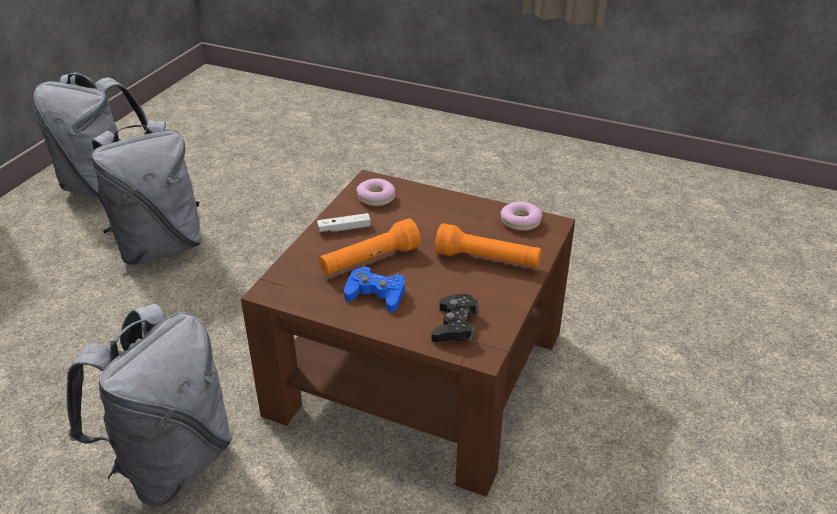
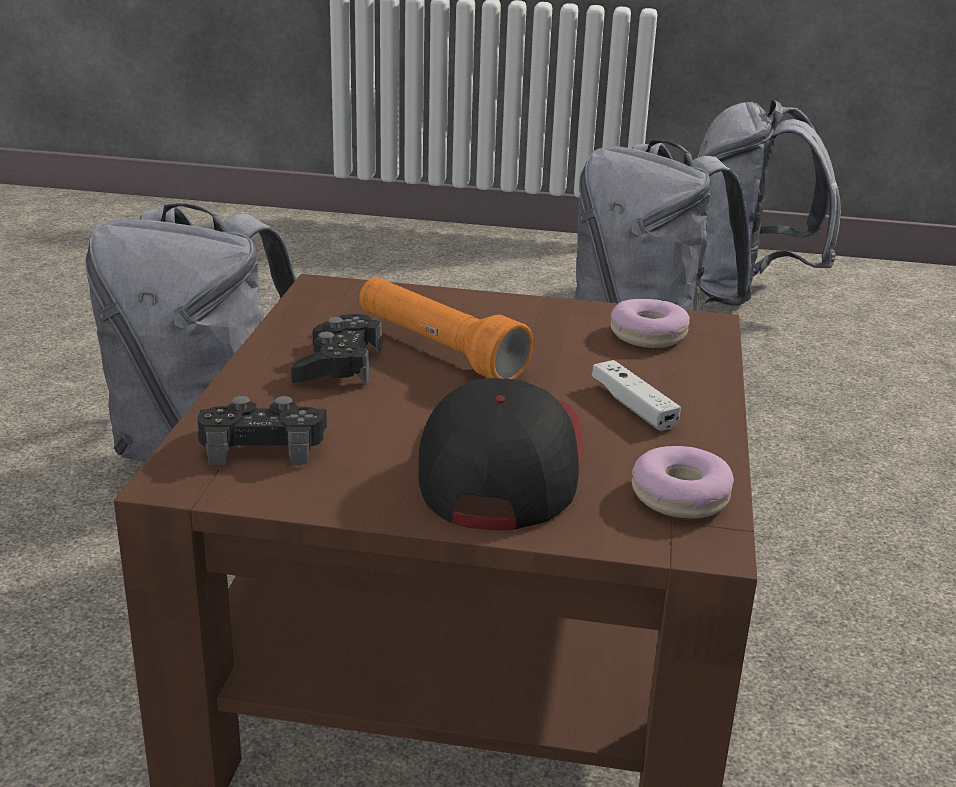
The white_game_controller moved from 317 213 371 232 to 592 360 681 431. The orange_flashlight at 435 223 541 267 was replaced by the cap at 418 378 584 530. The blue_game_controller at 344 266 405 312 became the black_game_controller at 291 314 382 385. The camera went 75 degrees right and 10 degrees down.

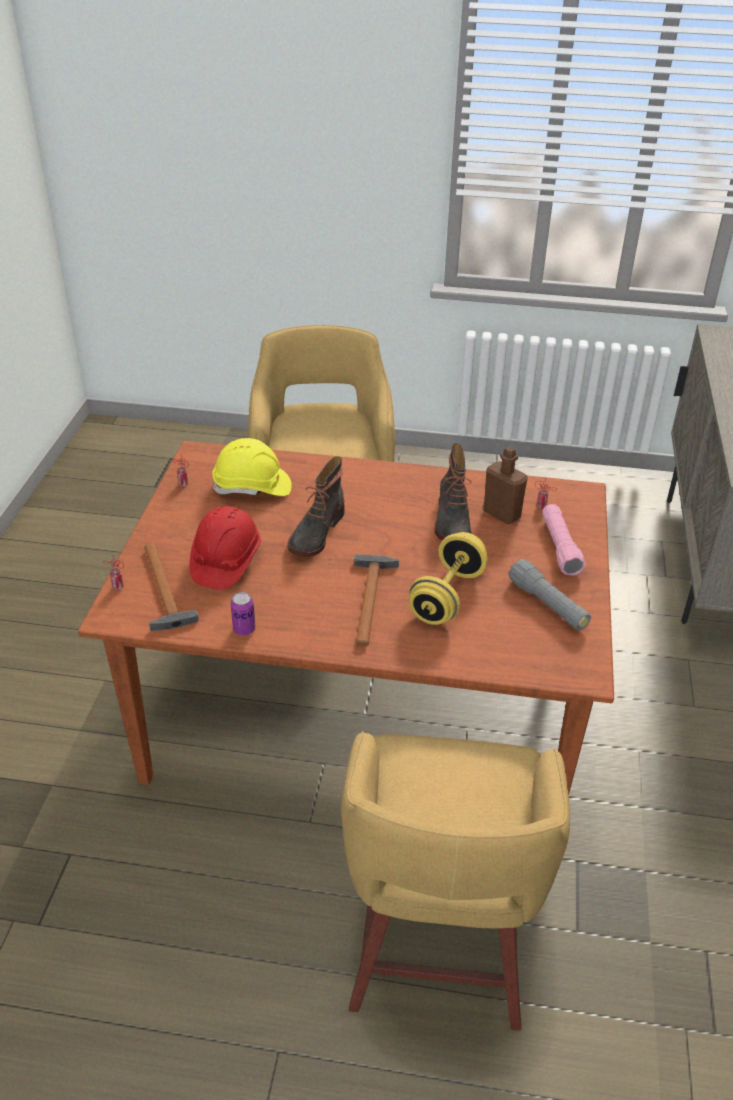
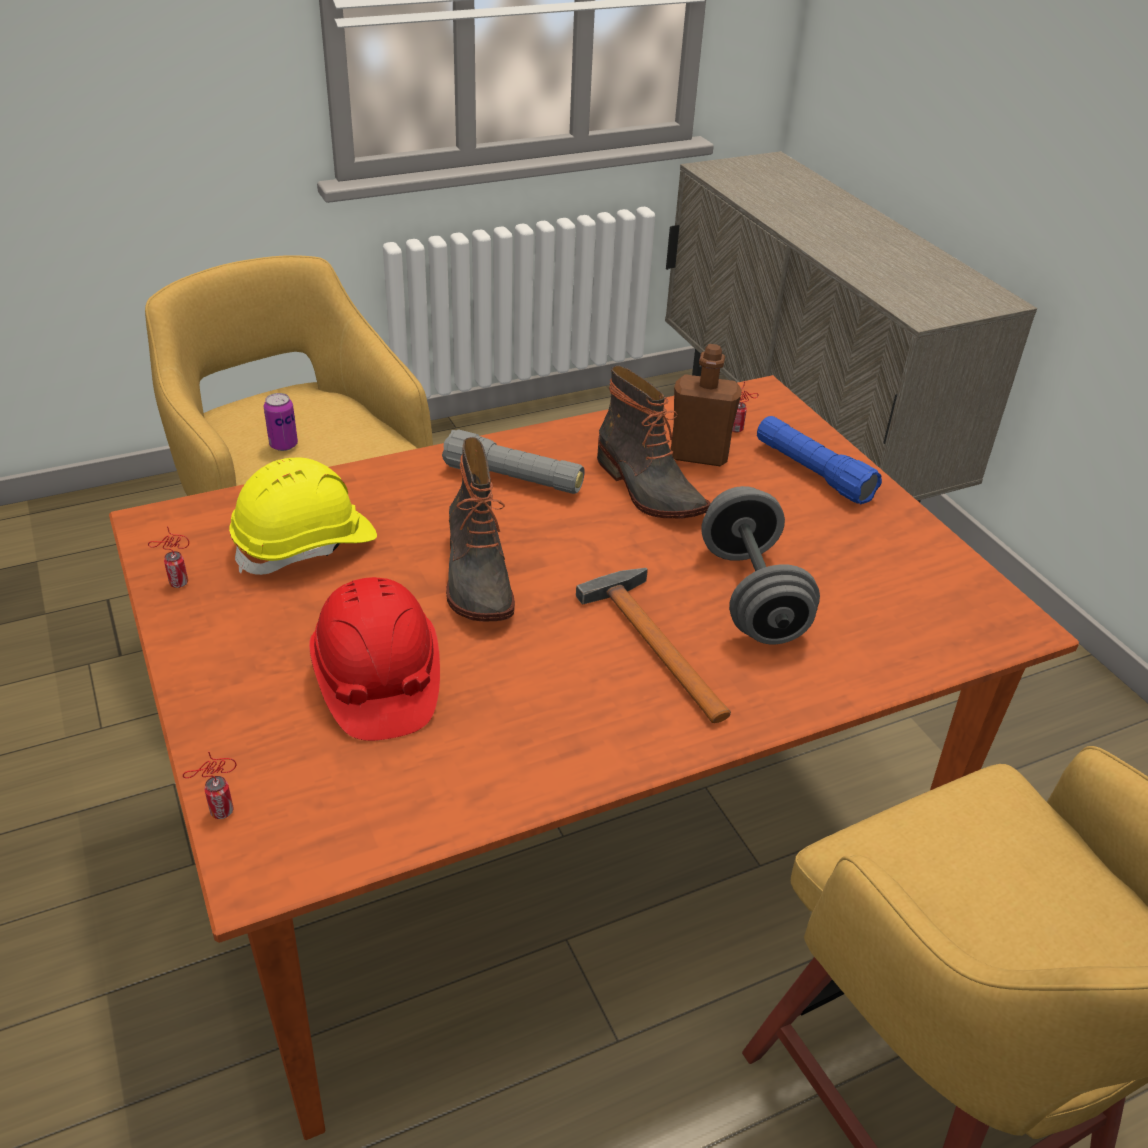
The pink_flashlight at 542 504 585 576 became the blue_flashlight at 757 416 882 504. The yellow_dumbbell at 409 532 488 625 became the grey_dumbbell at 701 486 820 644. The hammer at 144 543 199 631 disappeared. The grey_flashlight moved from 508 559 591 630 to 442 429 585 494. The can moved from 231 592 255 636 to 264 393 298 451. The camera went 35 degrees left and 0 degrees up.

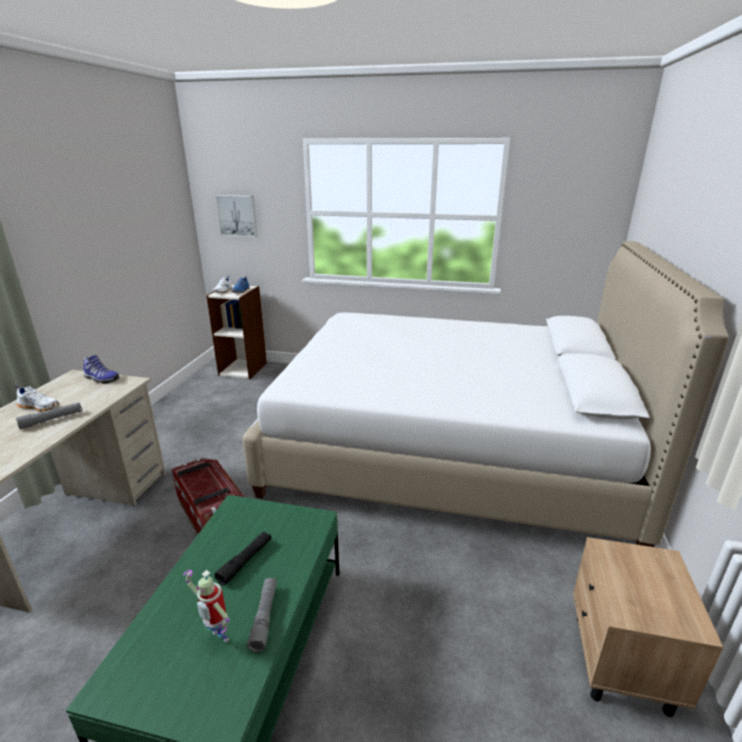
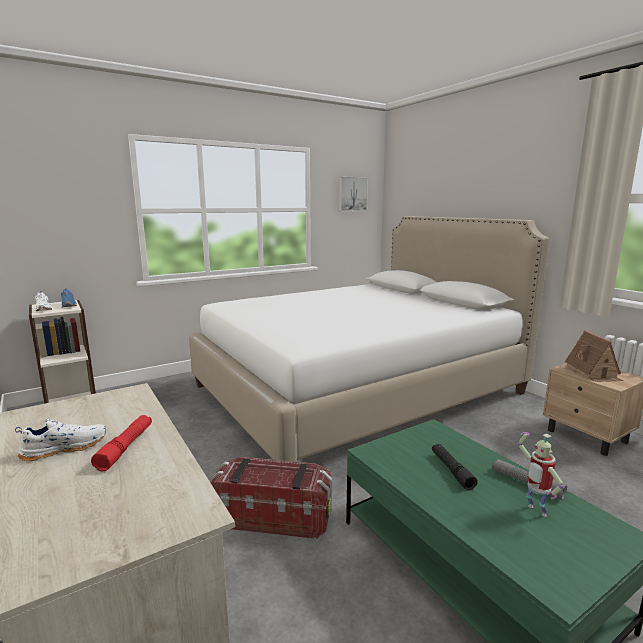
The picture moved from 215 195 257 237 to 338 177 368 211. The shoe at 83 355 120 384 disappeared. The grey_flashlight at 16 403 82 430 became the red_flashlight at 91 415 152 471. The toy_robot at 183 570 230 642 turned 75 degrees clockwise. The toy_house at 565 330 623 382 appeared. The camera went 45 degrees left and 10 degrees down.

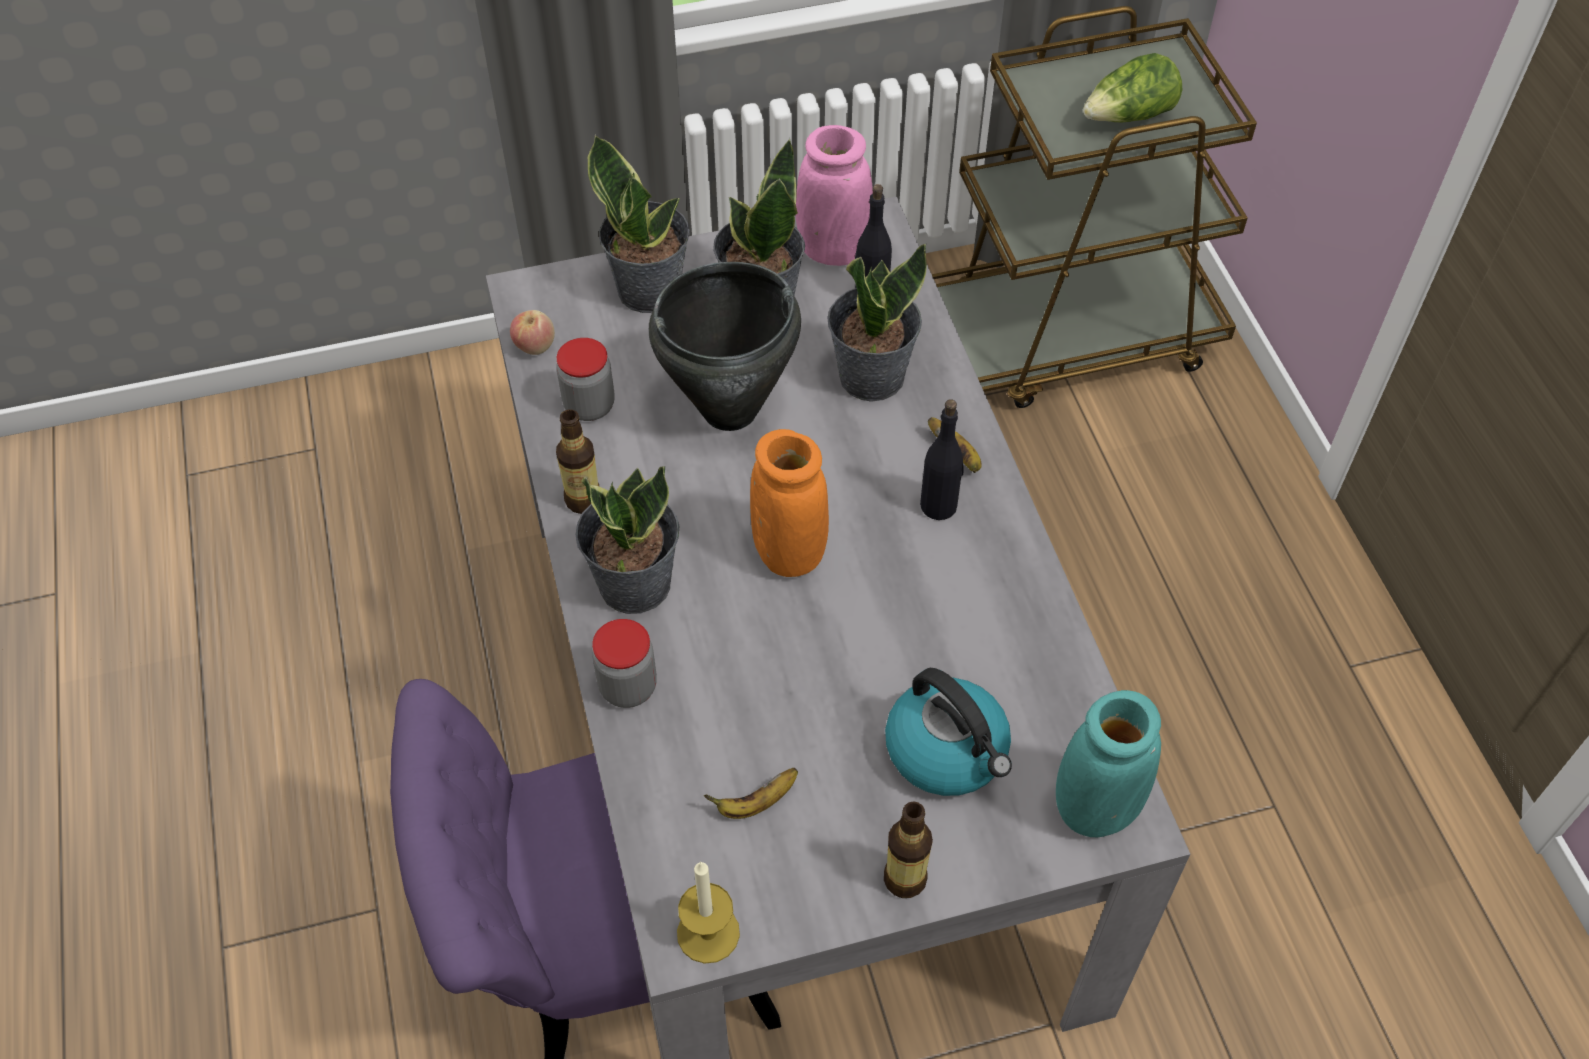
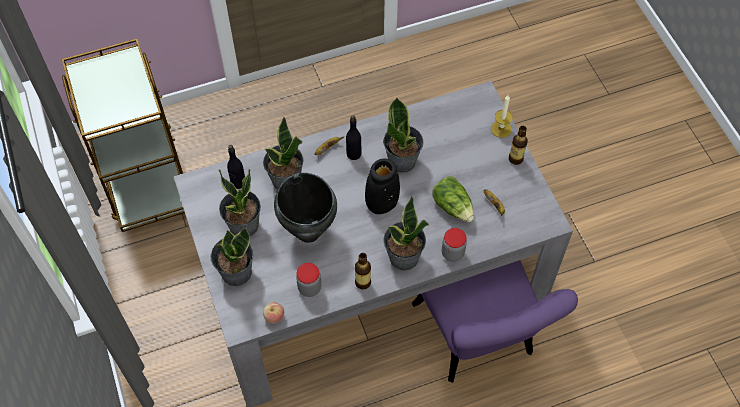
The lettuce moved from 1083 53 1182 122 to 432 176 474 222. The pink_vase at 796 125 873 266 disappeared. The orange_vase at 750 429 829 577 became the black_vase at 365 159 400 214. The kettle at 885 668 1012 796 disappeared. The turquoise_vase at 1056 690 1161 837 disappeared. The candle moved from 677 861 740 964 to 491 95 513 138. The potted_plant at 383 98 424 172 appeared. The camera went 95 degrees left and 5 degrees up.

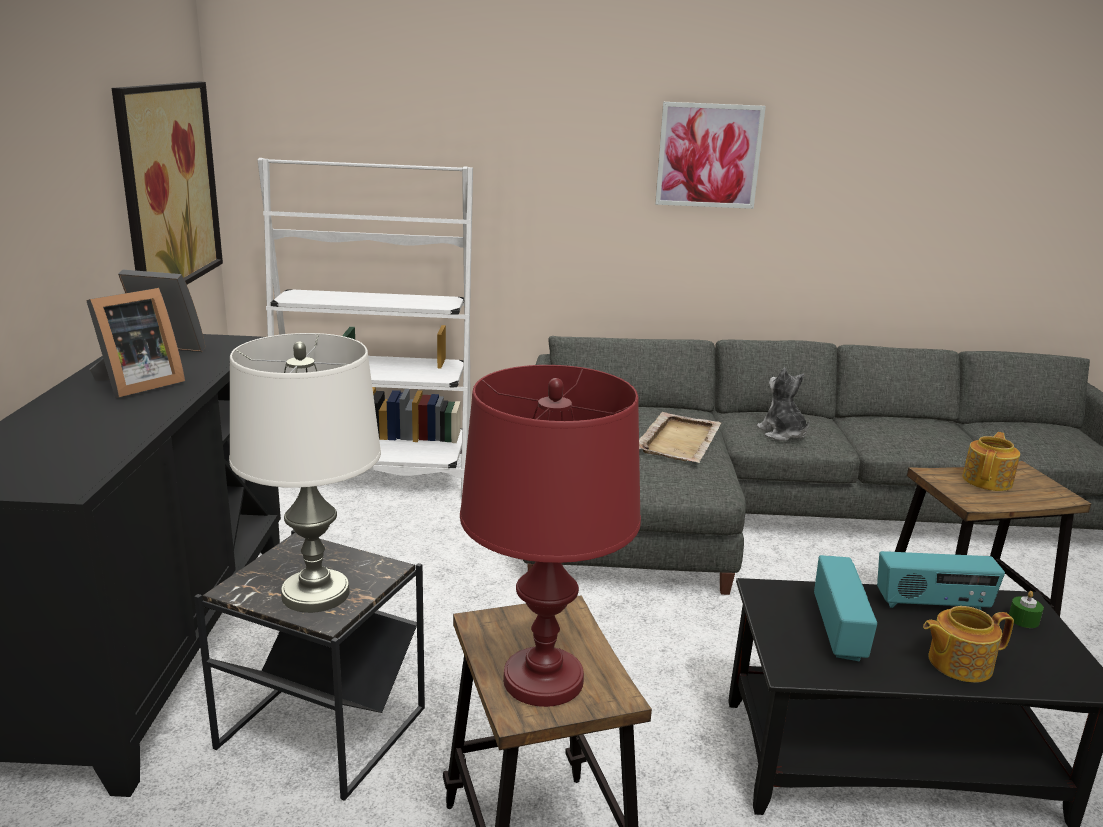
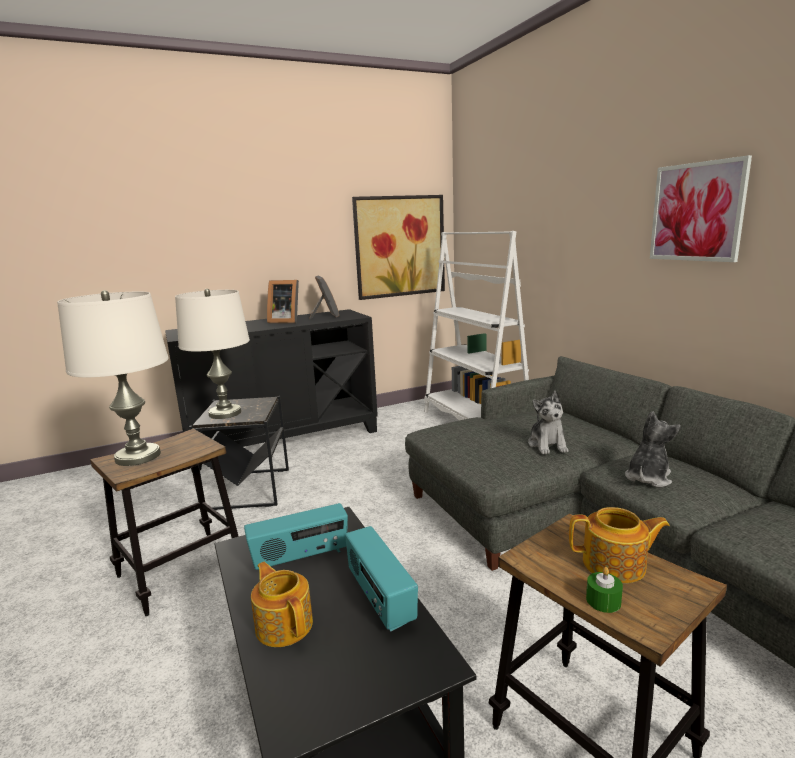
The red_table_lamp at 460 365 641 707 became the white_table_lamp at 57 290 169 466. The beige_tray at 639 412 721 463 was replaced by the plush_toy at 528 391 569 454. The green_candle moved from 1009 591 1044 628 to 586 567 623 613. The camera went 65 degrees right and 5 degrees down.

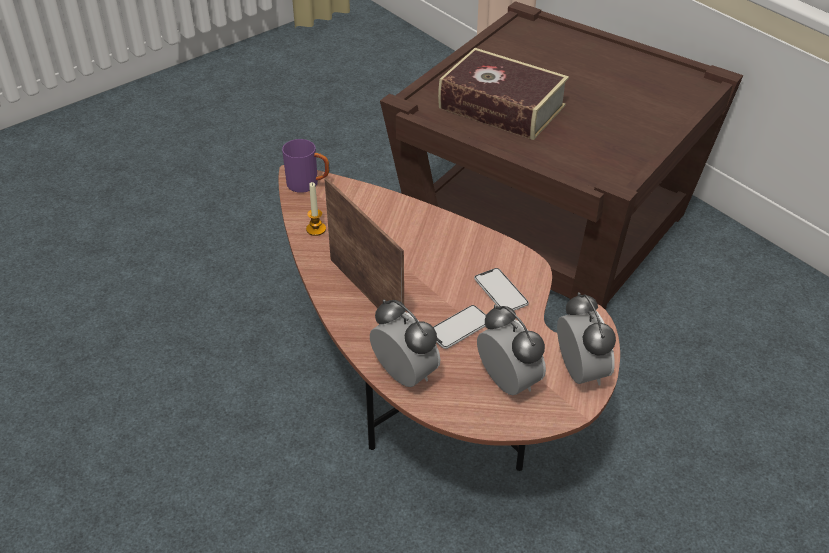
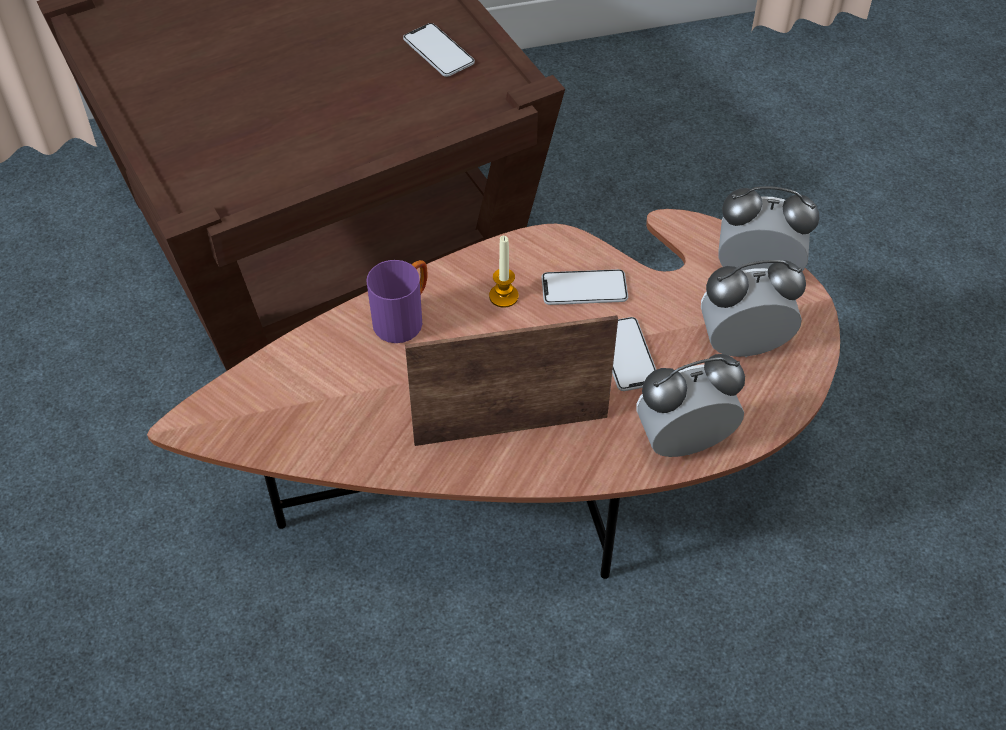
The book at 438 48 569 140 disappeared. The purple_mug moved from 282 139 330 193 to 367 260 428 343. The candle moved from 306 182 326 236 to 489 236 519 308. The phone at 403 23 475 77 appeared. The camera went 65 degrees left and 10 degrees up.

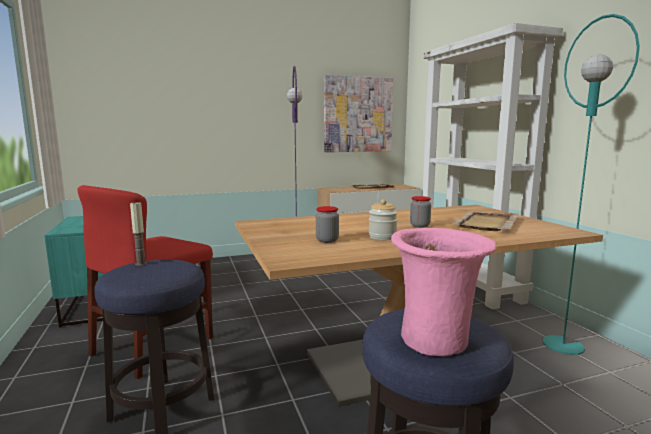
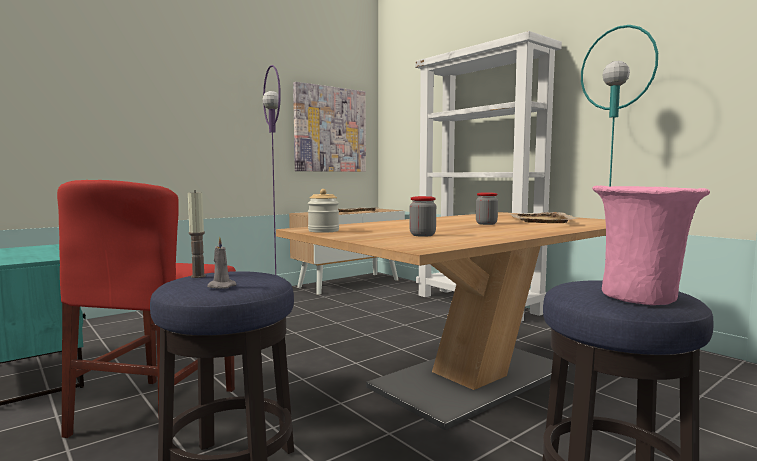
The jar moved from 368 199 398 240 to 308 189 339 233. The grey_candle at 207 237 237 289 appeared. The camera went 20 degrees left and 5 degrees down.

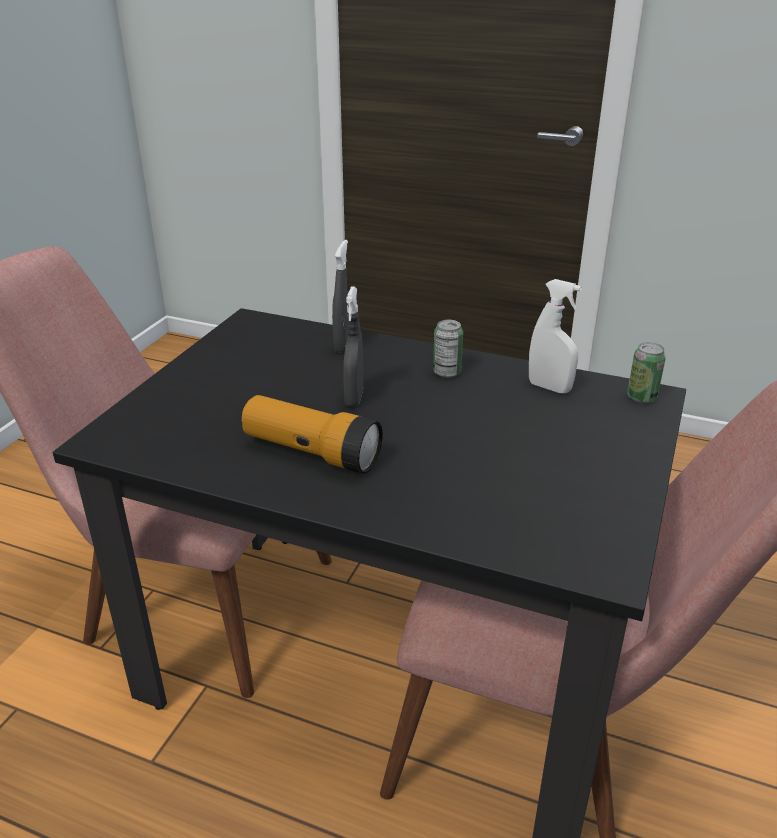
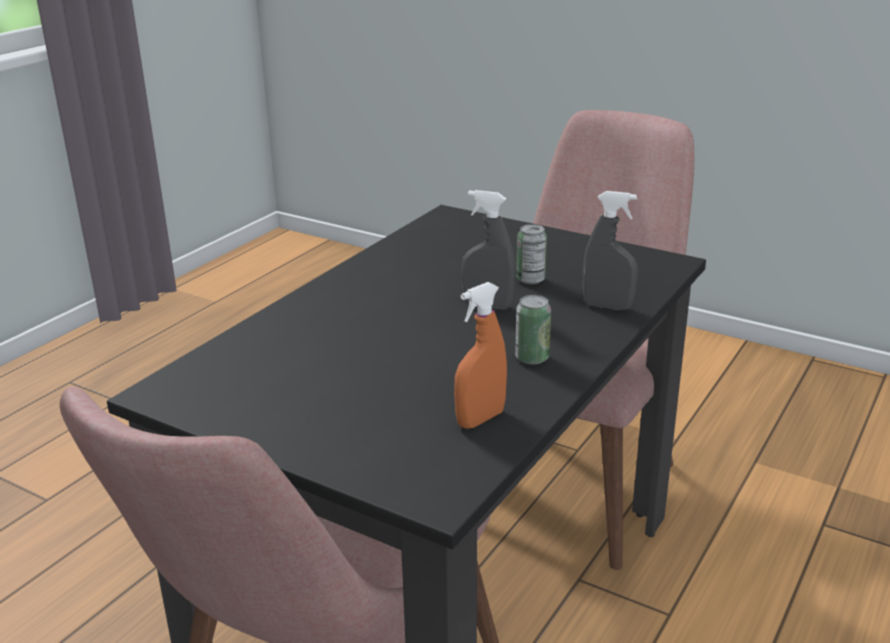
The white_spray_bottle at 529 279 582 393 became the orange_spray_bottle at 454 282 507 429. The can moved from 627 342 666 403 to 516 224 547 284. The flashlight at 242 395 383 474 disappeared. The camera went 100 degrees right and 5 degrees down.

